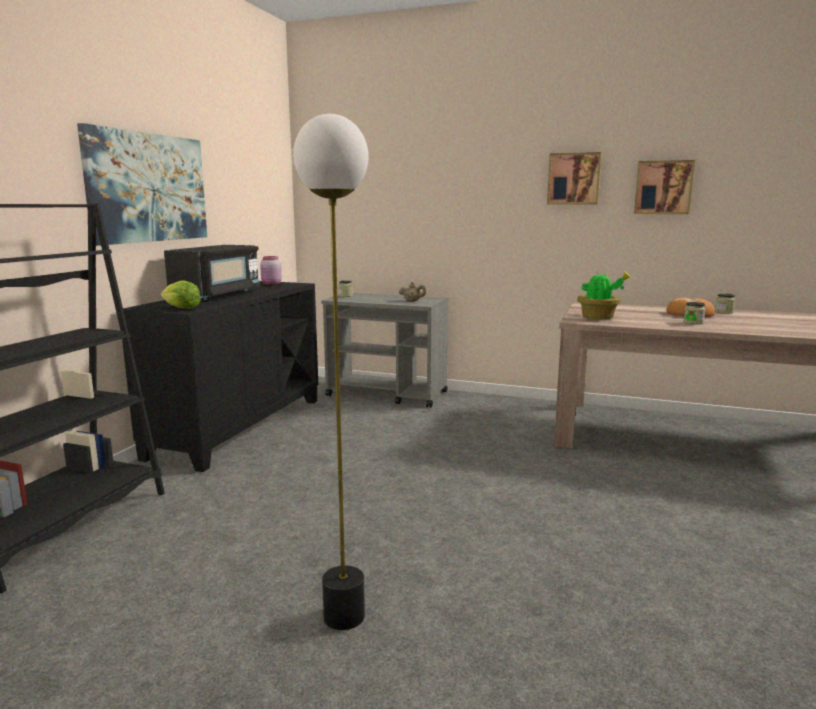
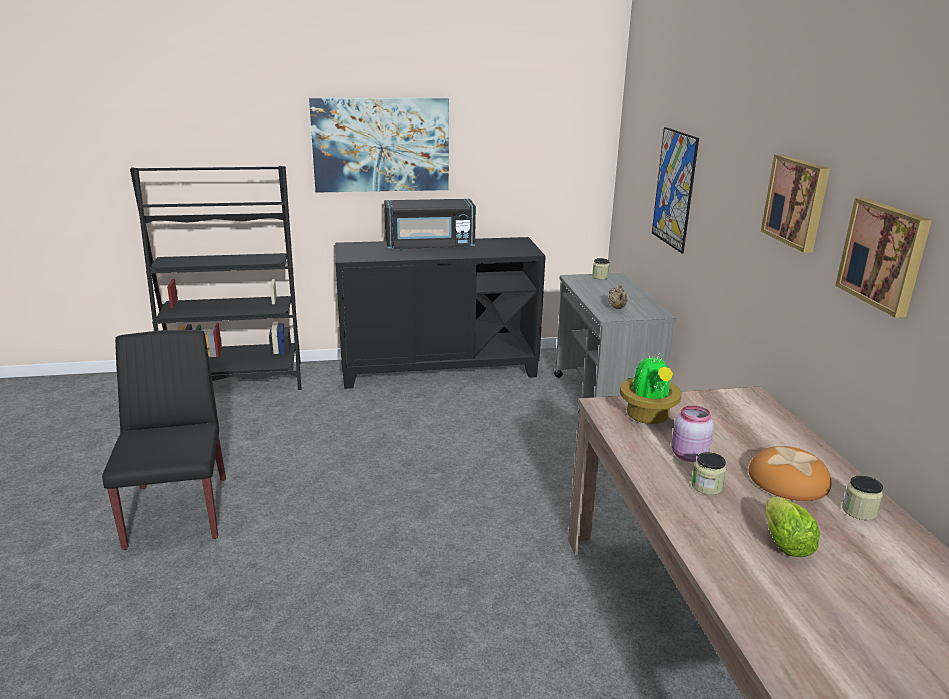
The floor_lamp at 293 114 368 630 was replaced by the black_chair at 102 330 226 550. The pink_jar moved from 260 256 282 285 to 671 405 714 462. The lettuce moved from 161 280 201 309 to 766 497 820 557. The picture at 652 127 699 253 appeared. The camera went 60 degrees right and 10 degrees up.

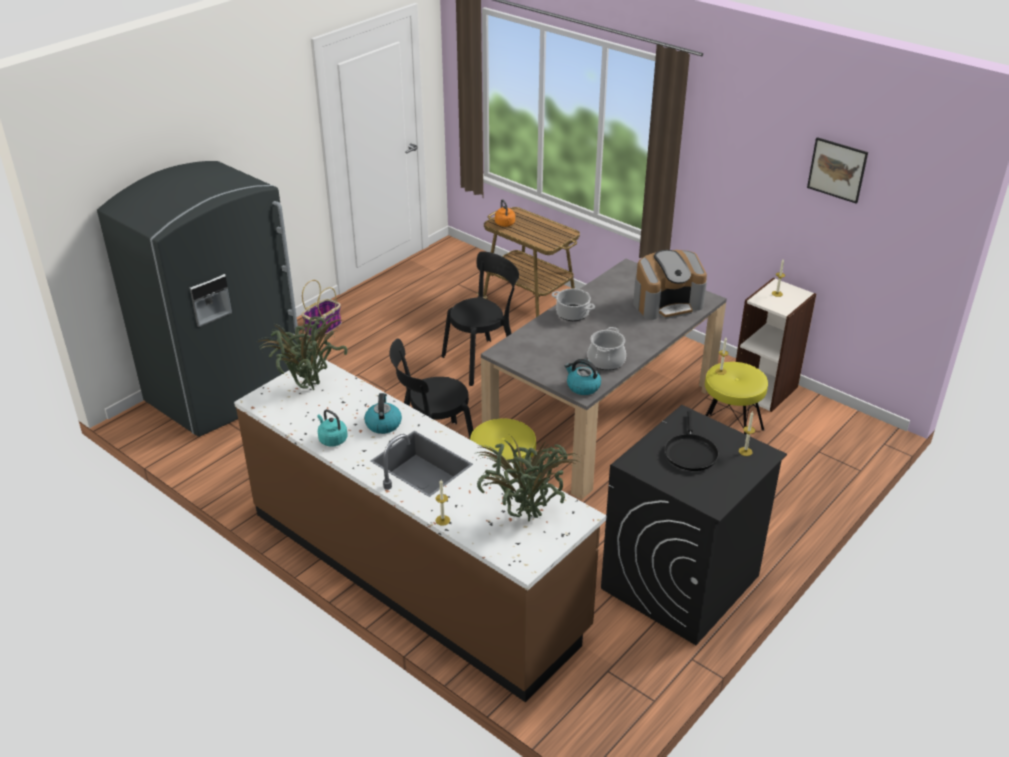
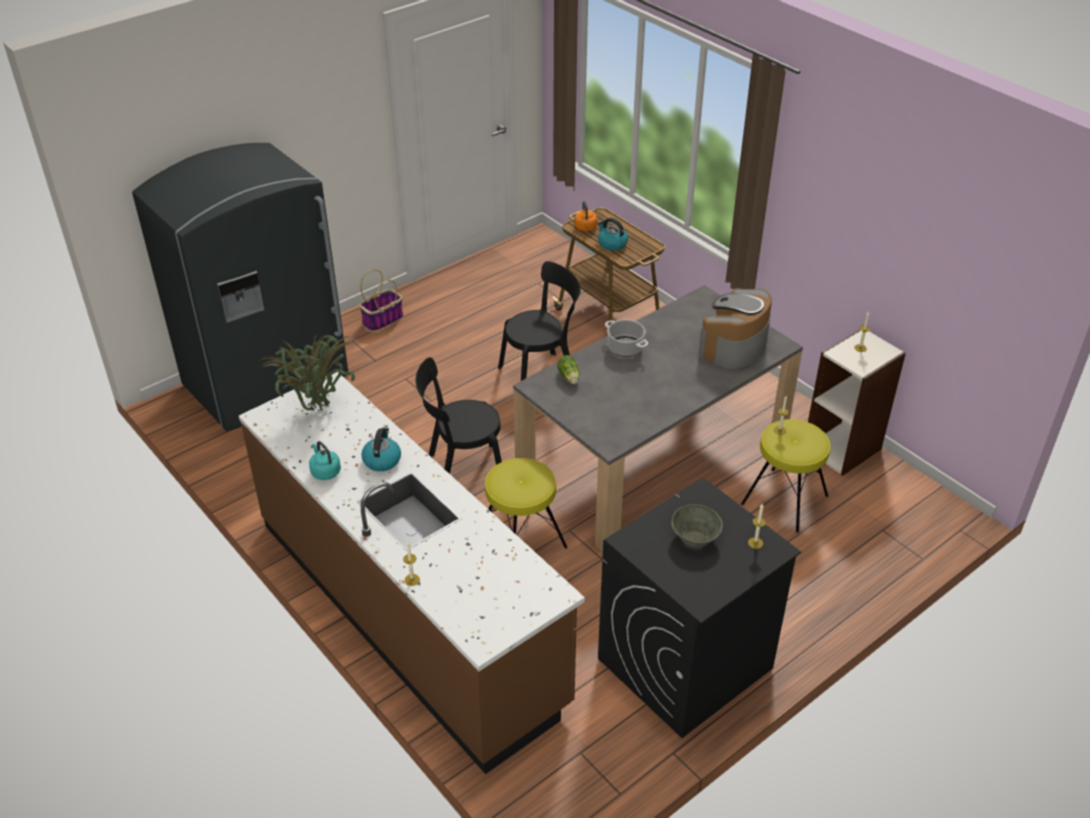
The picture at 807 137 868 204 disappeared. The coffee_machine at 633 250 707 320 turned 135 degrees clockwise. The cooking_pot at 588 327 626 370 disappeared. The kettle moved from 565 359 601 395 to 597 218 628 250. The black_frying_pan at 665 411 719 471 was replaced by the grey_bowl at 672 504 723 546. The potted_plant at 474 435 580 522 disappeared. The lettuce at 557 355 580 384 appeared. The camera went 10 degrees right and 5 degrees up.

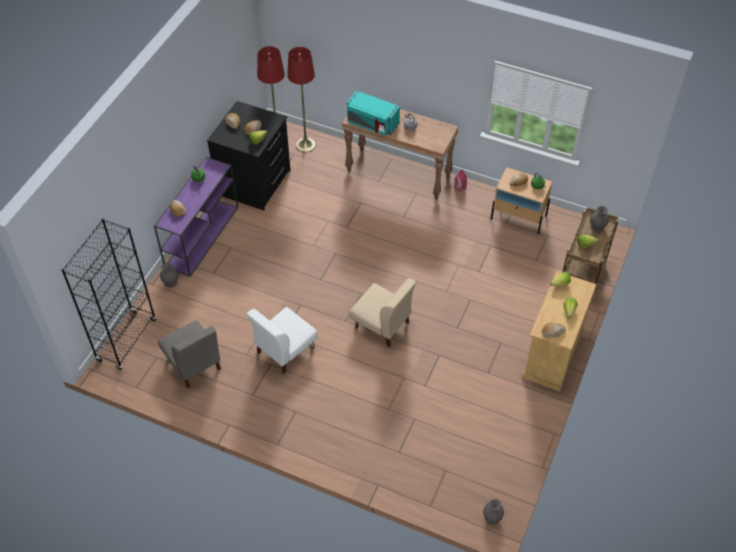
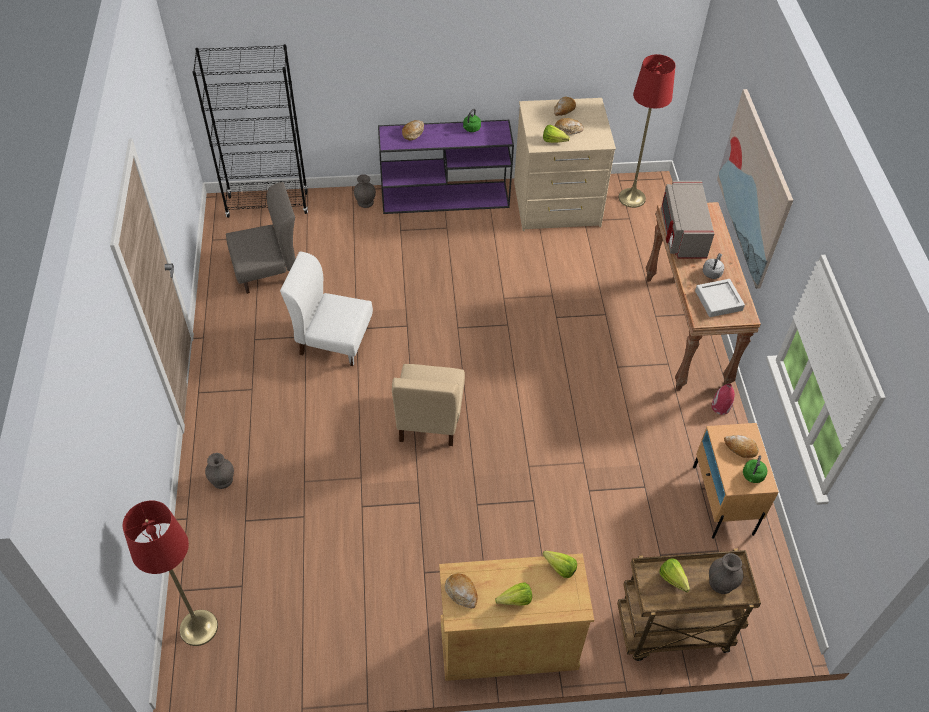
The red_floor_lamp moved from 287 47 316 152 to 123 500 218 646. The turquoise_microwave at 347 91 400 136 became the grey_microwave at 661 181 714 259. The black_dresser at 207 101 291 210 became the beige_dresser at 514 98 616 231. The grey_chair at 158 320 221 388 turned 135 degrees counterclockwise. The grey_vase moved from 483 499 504 525 to 205 453 234 489. The picture at 717 89 793 289 appeared. The grey_tray at 695 279 745 317 appeared. The camera went 60 degrees right and 0 degrees up.

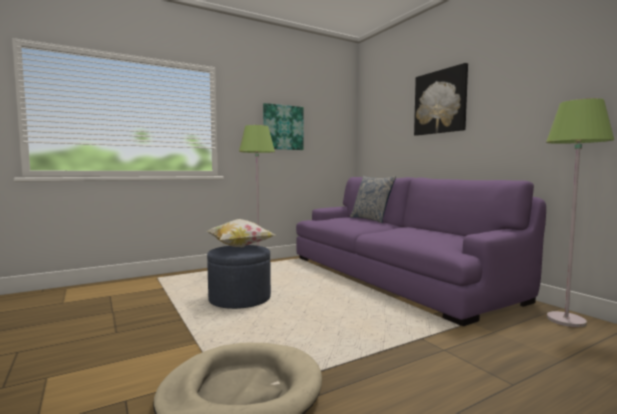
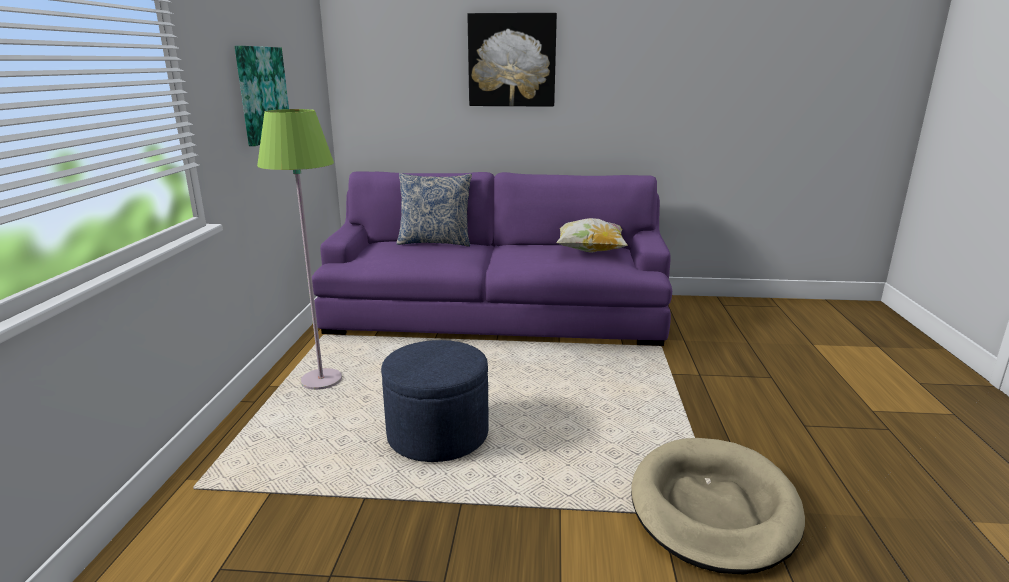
The green_floor_lamp at 546 98 614 327 disappeared. The pillow moved from 207 219 275 248 to 556 218 628 253. The camera went 55 degrees left and 15 degrees up.

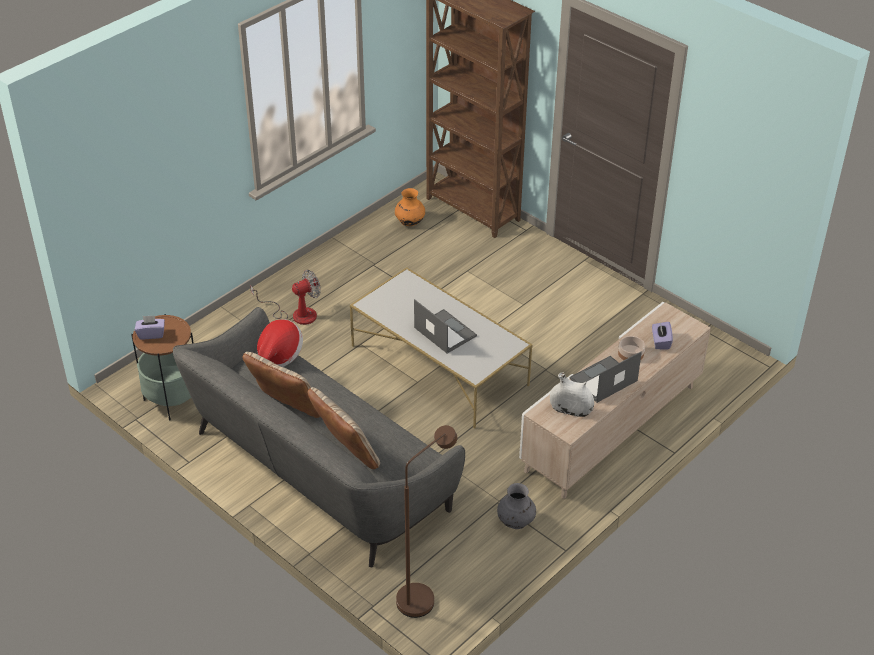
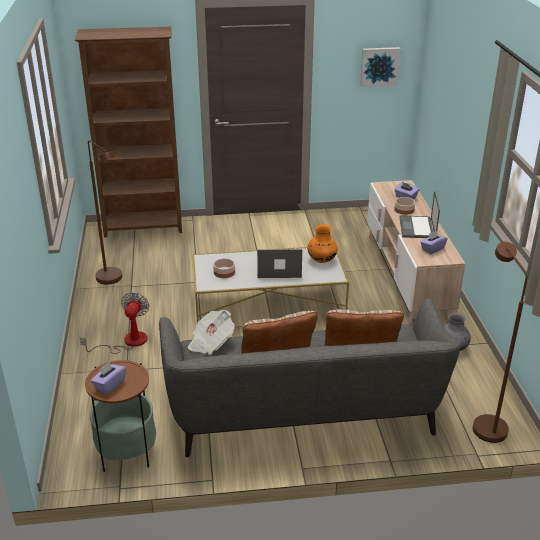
The orange_vase moved from 395 188 425 226 to 307 224 338 263. The hat at 257 319 303 367 was replaced by the newspaper at 188 310 235 355. The white_vase at 550 372 594 417 was replaced by the purple_tissue_box at 420 231 448 254. The picture at 360 47 401 87 appeared. The brown_floor_lamp at 88 140 122 285 appeared. The bowl at 213 258 235 278 appeared. The camera went 50 degrees left and 10 degrees down.

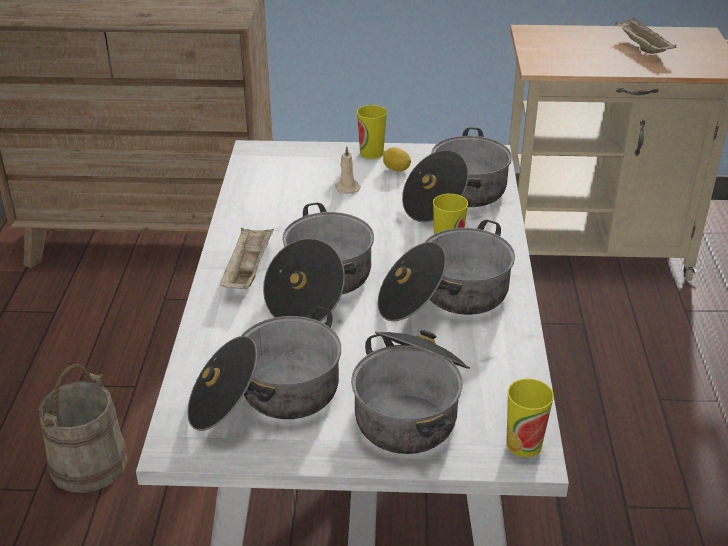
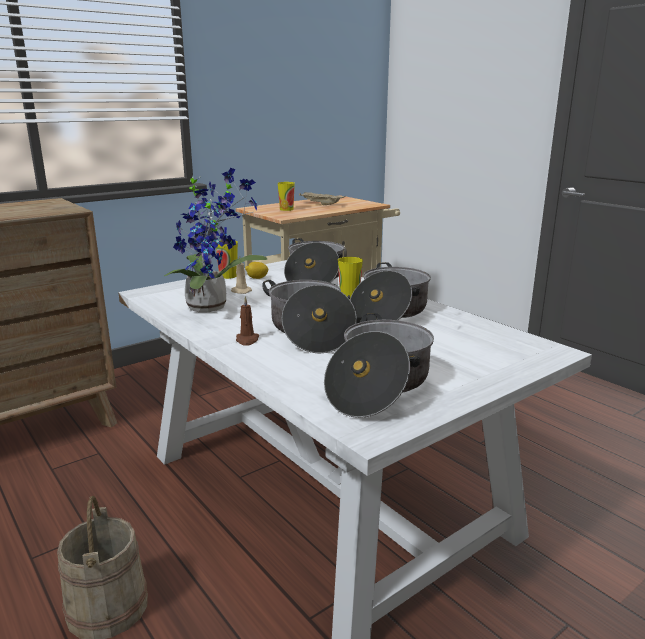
The beige_tray at 220 228 274 290 was replaced by the brown_candle at 236 296 259 346. The cooking_pot at 351 330 470 454 disappeared. The cup moved from 506 379 554 457 to 278 182 295 211. The potted_plant at 164 168 267 312 appeared. The camera went 40 degrees left and 15 degrees down.

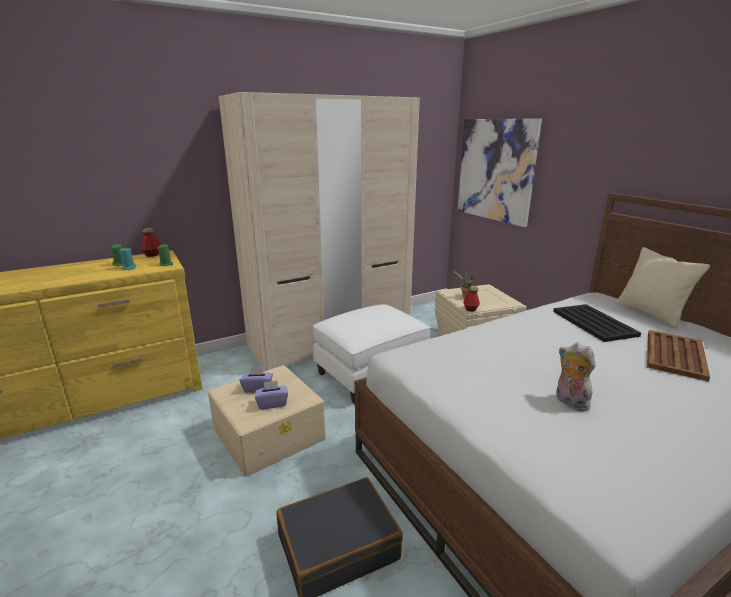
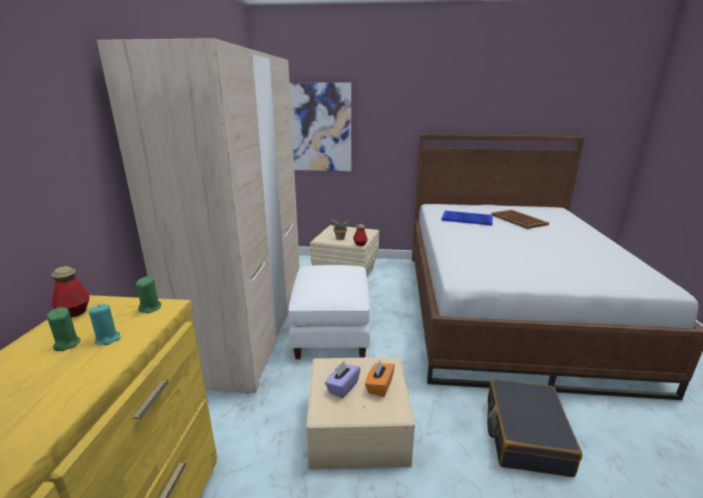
The beige_pillow at 616 247 710 328 disappeared. The black_tray at 553 304 641 342 became the blue_tray at 441 211 493 226. The plush_toy at 556 342 596 411 disappeared. The purple_tissue_box at 255 380 288 410 became the orange_tissue_box at 365 360 395 397. The camera went 55 degrees left and 0 degrees up.

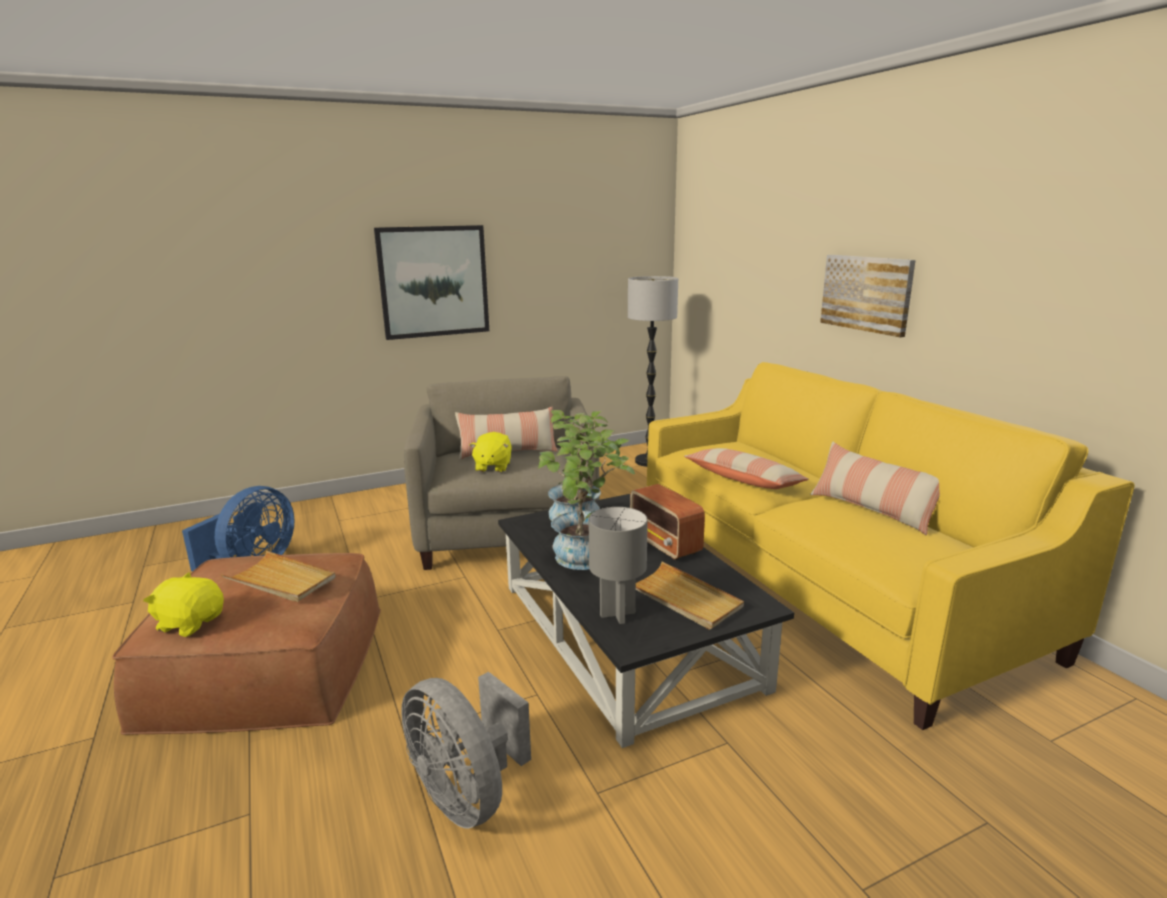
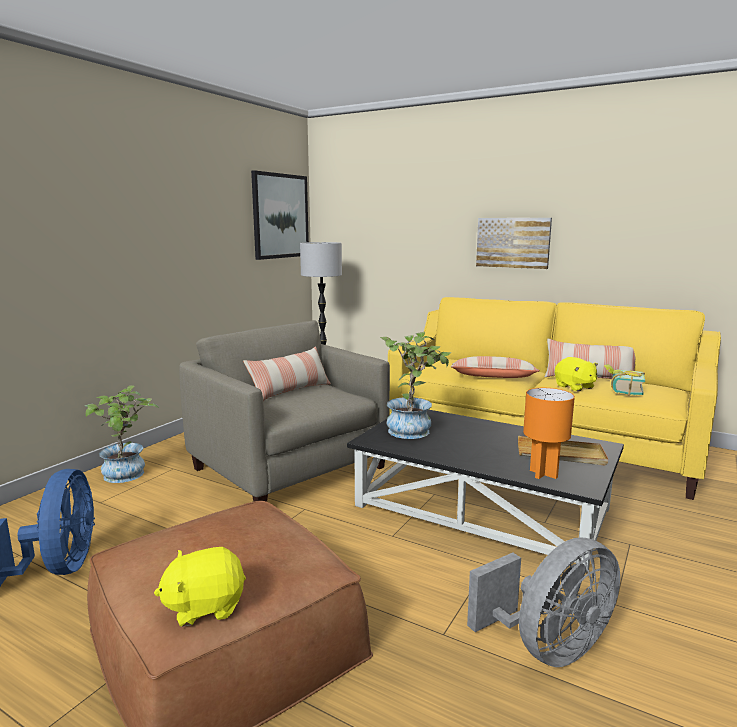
The picture moved from 374 225 489 340 to 251 170 309 260. The yellow_plush_toy moved from 470 432 512 472 to 555 357 598 391. The potted_plant moved from 538 432 635 570 to 85 385 159 483. The radio at 630 484 705 560 disappeared. The grey_table_lamp at 589 507 648 624 became the orange_table_lamp at 523 388 575 479. The beige_tray at 221 551 336 602 disappeared. The grey_fan at 401 672 531 829 turned 45 degrees counterclockwise. The book at 604 364 645 396 appeared. The camera went 35 degrees left and 5 degrees down.

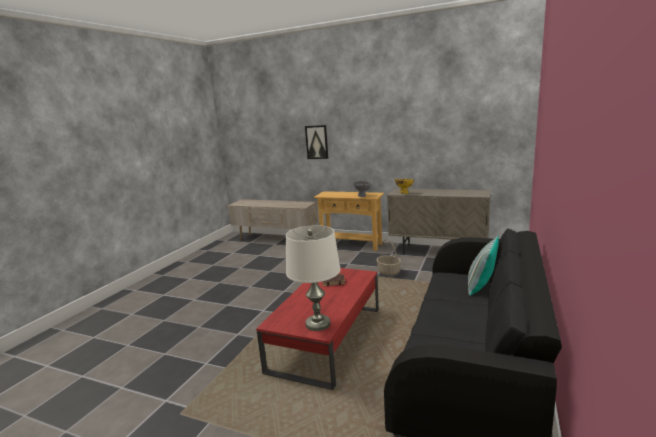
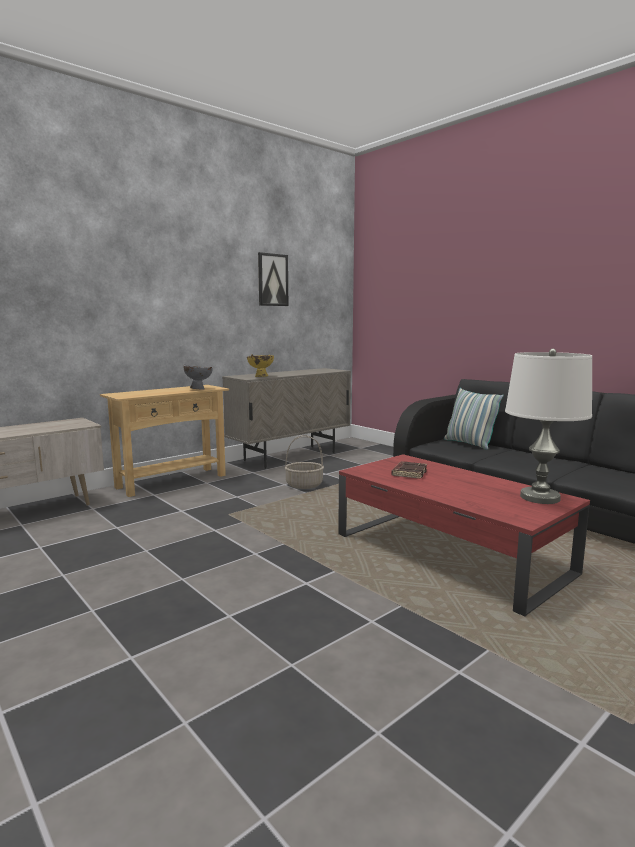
The picture moved from 305 125 328 159 to 258 252 288 306. The camera went 65 degrees left and 5 degrees down.

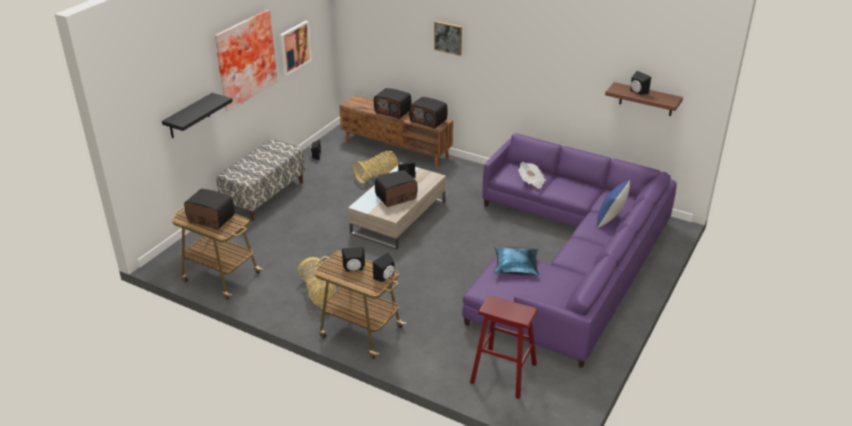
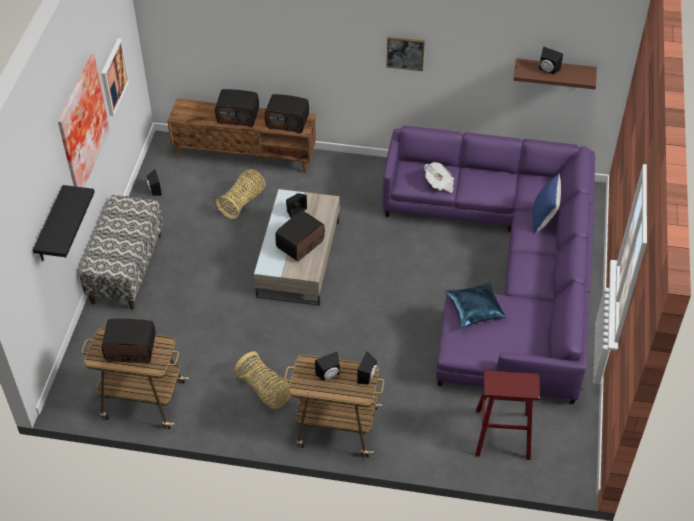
The picture moved from 434 21 462 56 to 386 37 425 71. The camera went 20 degrees left and 15 degrees up.

